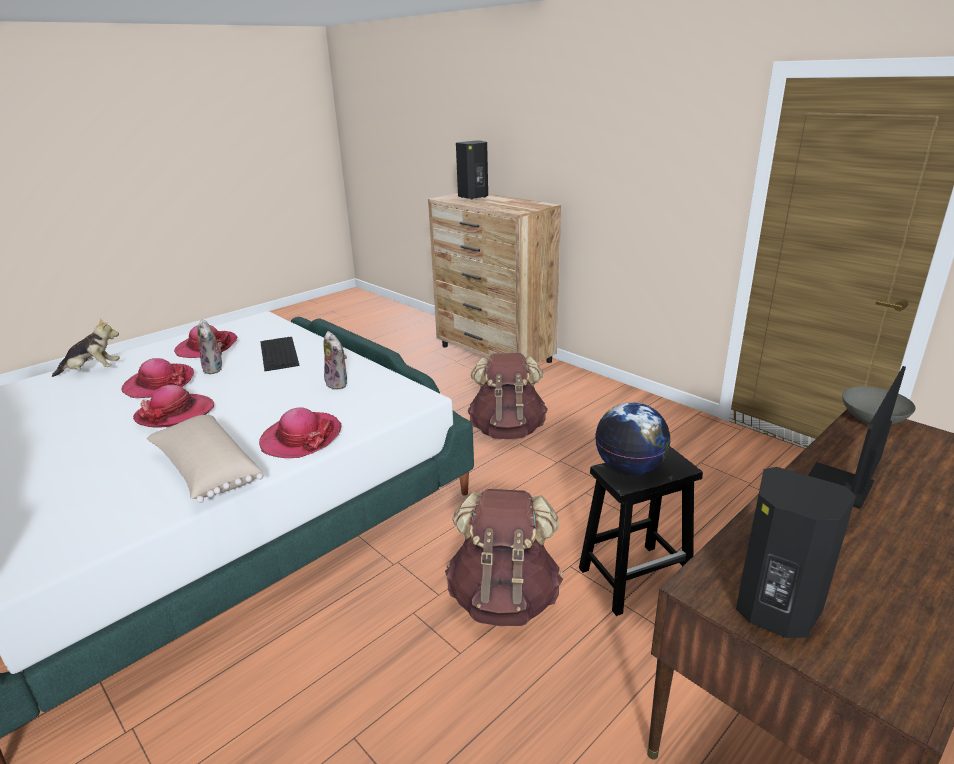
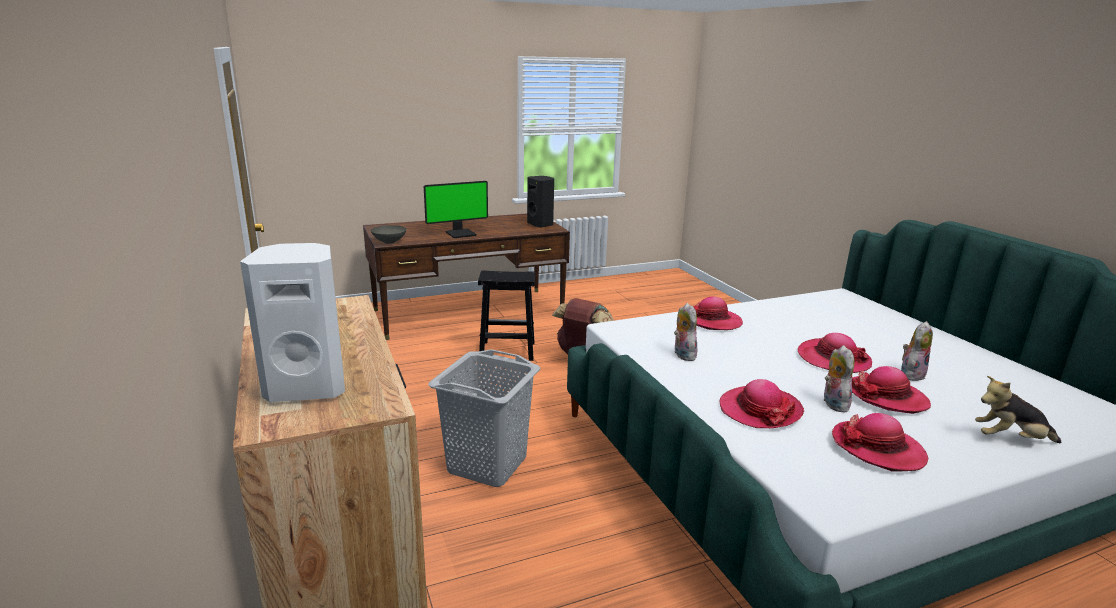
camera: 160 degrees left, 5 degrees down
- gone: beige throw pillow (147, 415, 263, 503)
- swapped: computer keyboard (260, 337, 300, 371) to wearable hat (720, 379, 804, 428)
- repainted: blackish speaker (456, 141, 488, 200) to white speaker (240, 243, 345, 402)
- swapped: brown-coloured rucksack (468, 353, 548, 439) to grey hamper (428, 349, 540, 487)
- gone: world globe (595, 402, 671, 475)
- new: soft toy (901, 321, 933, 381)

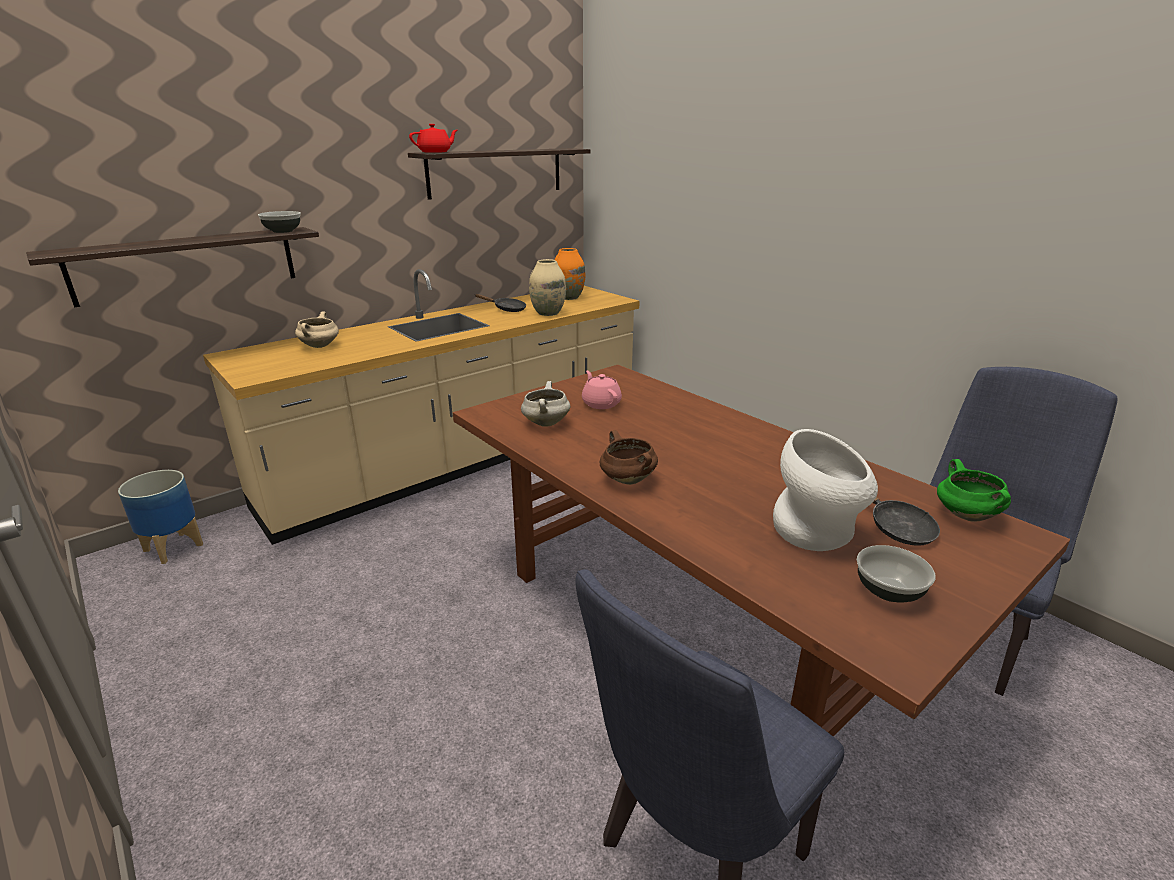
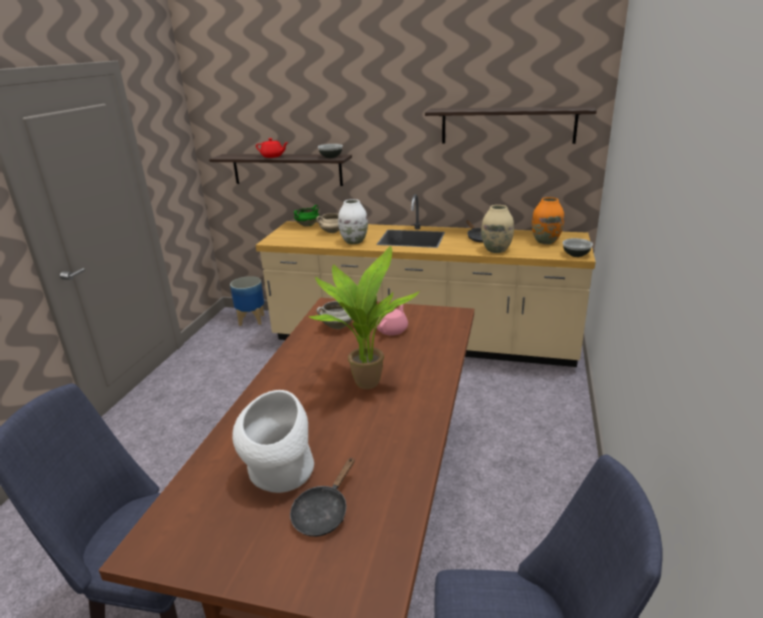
camera: 55 degrees right, 0 degrees up
- shifted: red-coloured teapot (409, 124, 458, 153) to (256, 138, 288, 158)
- gone: brown-coloured stockpot (600, 430, 658, 485)
- shifted: deep dish (857, 545, 936, 603) to (562, 238, 593, 257)
- shifted: green-coloured stockpot (937, 459, 1011, 521) to (294, 205, 319, 227)
- new: houseplant (308, 246, 420, 389)
- new: white flower vase (338, 199, 368, 244)

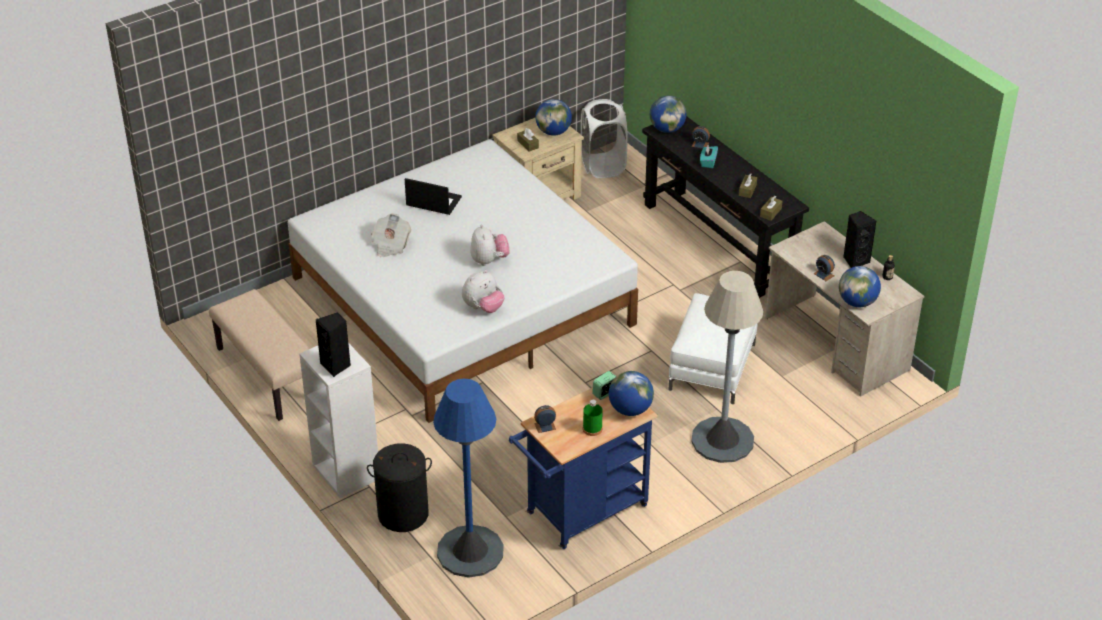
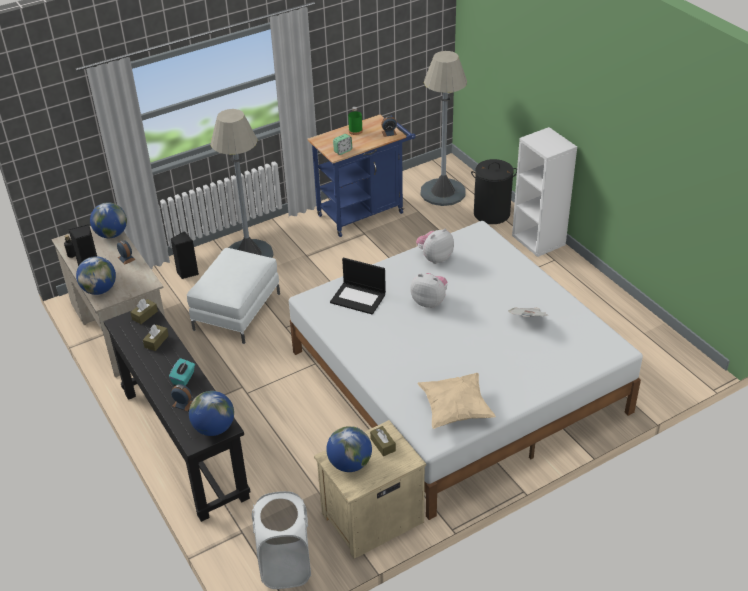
camera: 175 degrees left, 0 degrees up
- gone: beige bench (209, 289, 310, 421)
- shifted: blackish speaker (316, 312, 351, 377) to (171, 231, 199, 279)
- shifted: notebook computer (405, 178, 462, 215) to (330, 258, 386, 315)
- repainted: blue-coloured standing lamp (433, 379, 504, 578) to grey standing lamp (421, 51, 467, 206)
- rotated: soft toy (470, 225, 509, 266) = (410, 273, 447, 308) 120 degrees clockwise
- shifted: world globe (609, 371, 654, 416) to (76, 256, 116, 295)
- new: beige throw pillow (417, 373, 496, 429)

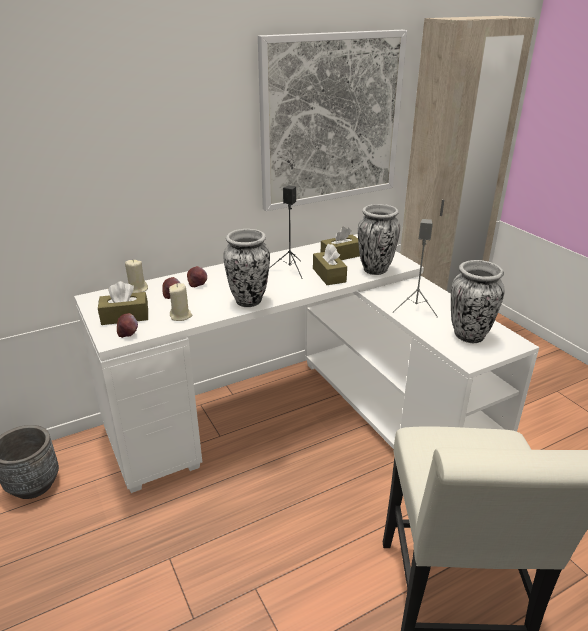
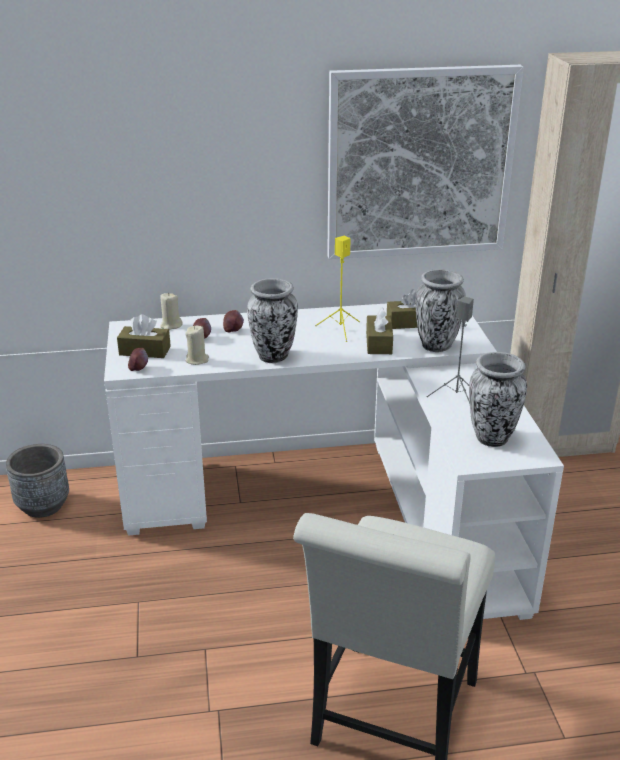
camera: 20 degrees right, 0 degrees up
- repainted: blackish speaker (269, 185, 303, 279) to yellow-coloured speaker (315, 236, 360, 342)

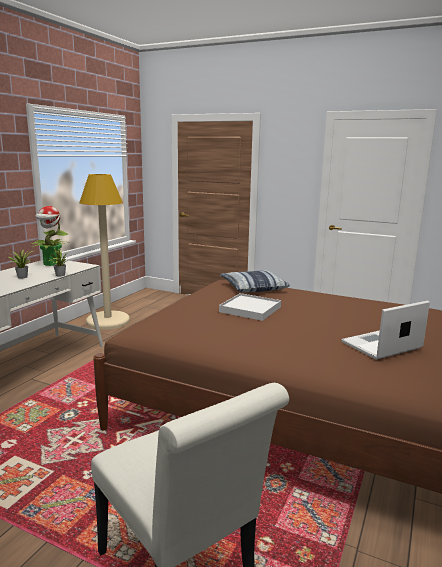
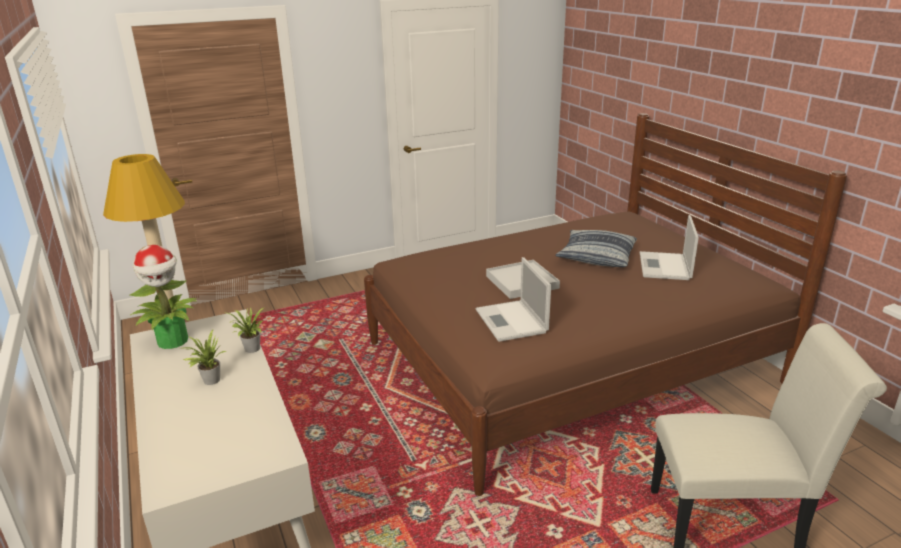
camera: 50 degrees left, 10 degrees up
- shifted: throw pillow (220, 270, 290, 292) to (555, 230, 637, 267)
- new: notebook computer (475, 257, 551, 342)

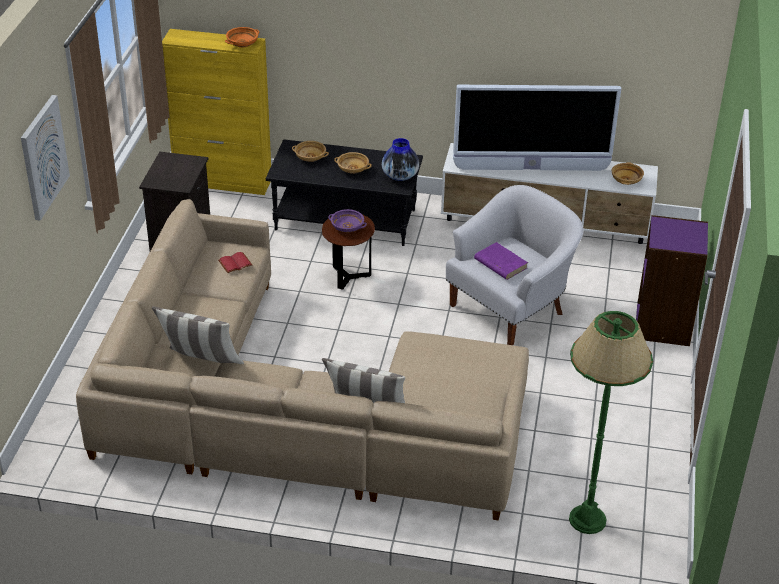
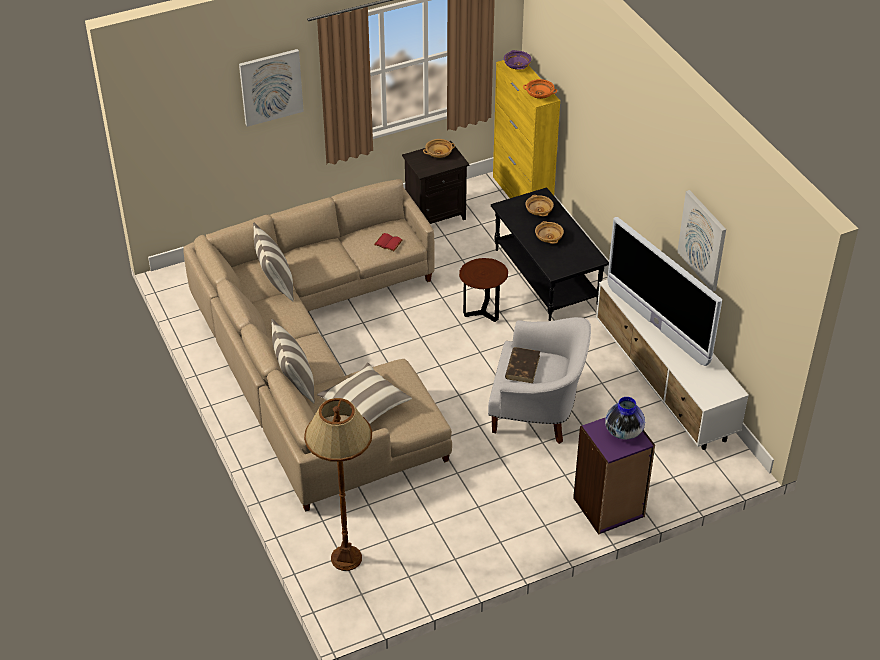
camera: 55 degrees right, 5 degrees up
- shifted: purple-coloured deep dish (328, 209, 367, 232) to (504, 50, 531, 70)
- shifted: flower vase (382, 138, 419, 181) to (605, 397, 645, 440)
- repainted: purple-coloured volume (474, 242, 528, 280) to brown-coloured volume (505, 347, 540, 383)
- repainted: green-coloured standing lamp (569, 311, 653, 534) to brown-coloured standing lamp (304, 398, 372, 571)
- shifted: beige deep dish (612, 162, 644, 185) to (423, 139, 455, 158)
- new: throw pillow (317, 363, 412, 424)
- new: picture (677, 190, 726, 291)

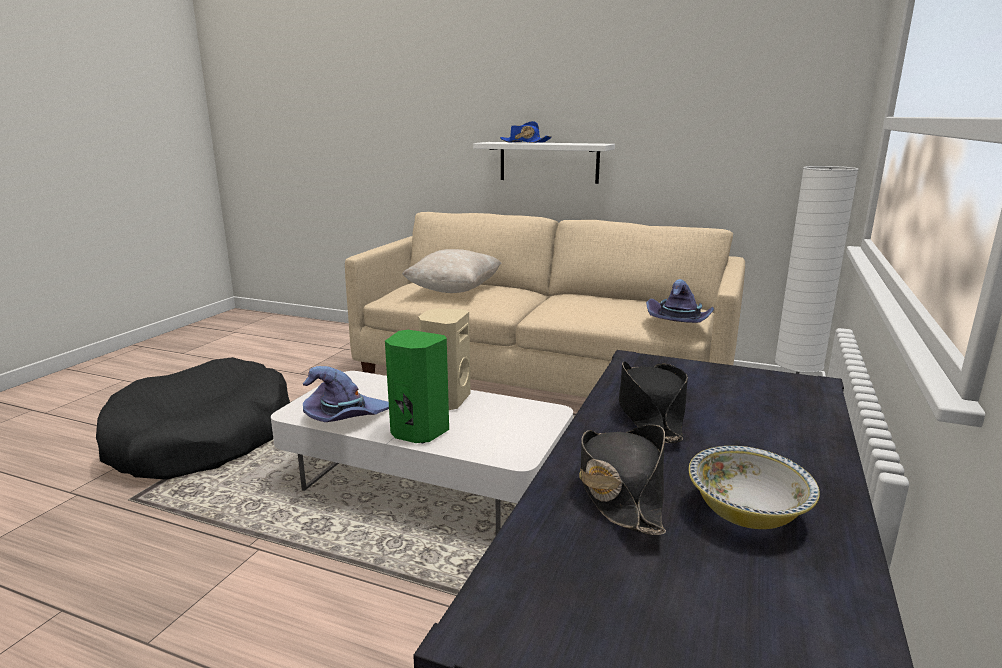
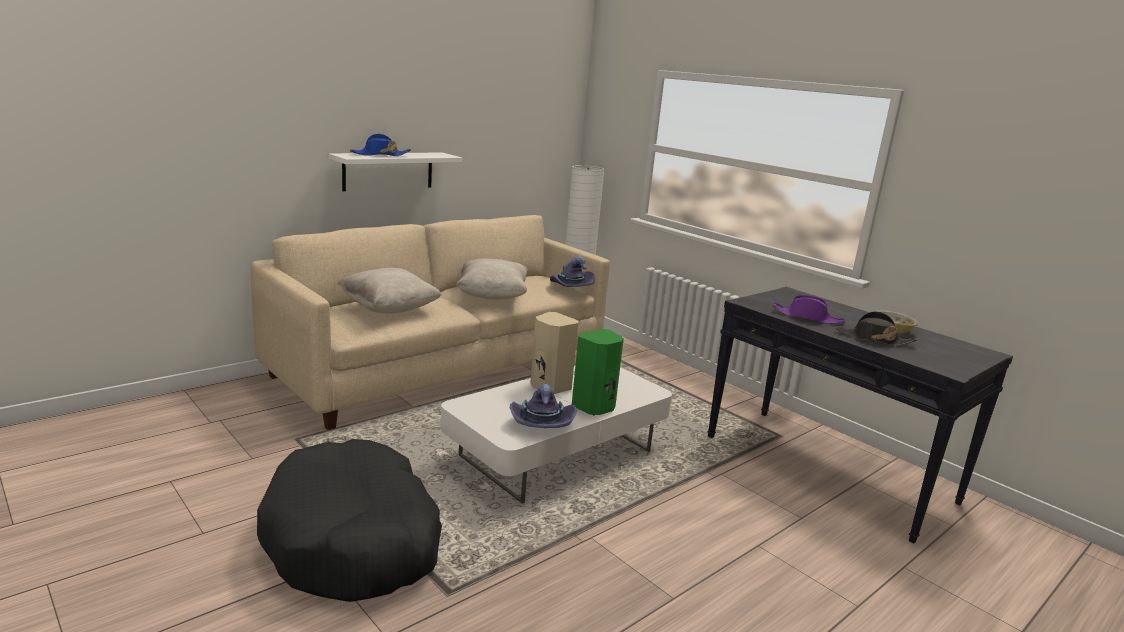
camera: 65 degrees left, 0 degrees up
- repainted: blackish wearable hat (619, 361, 688, 443) to purple-coloured wearable hat (773, 295, 846, 324)
- new: beige throw pillow (456, 259, 528, 300)

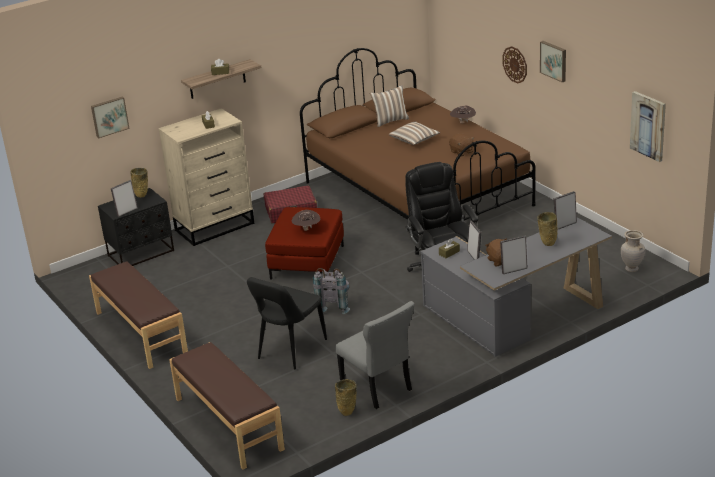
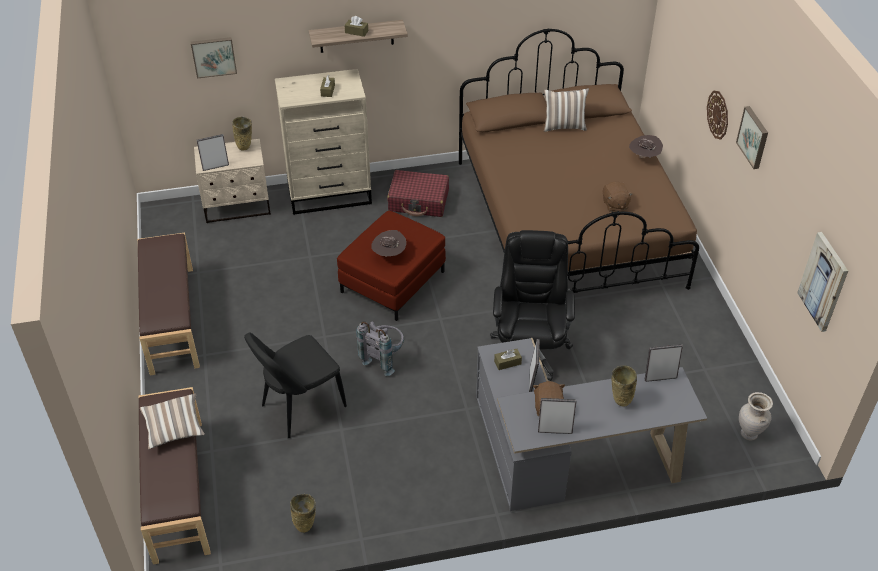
camera: 20 degrees right, 15 degrees up
- repainted: blackish nightstand (98, 188, 174, 266) to beige nightstand (194, 139, 271, 223)
- gone: grey plain chair (336, 301, 414, 409)
- shifted: throw pillow (389, 122, 440, 145) to (140, 394, 205, 449)

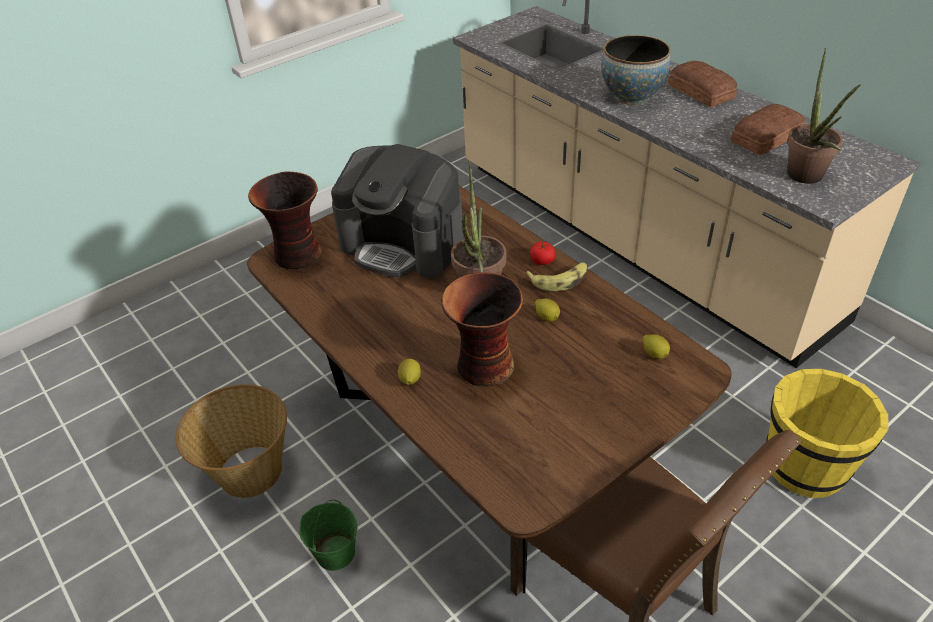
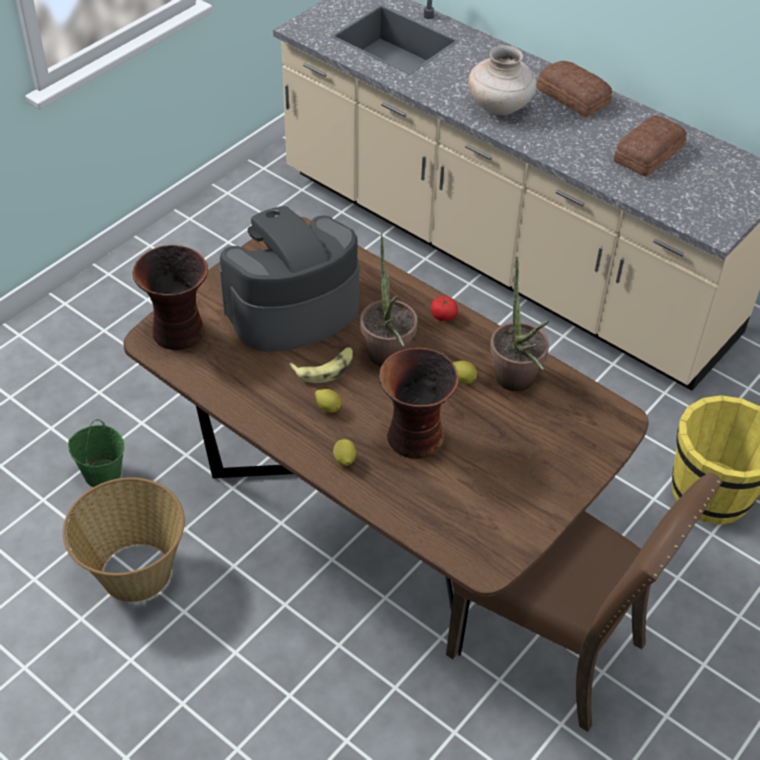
camera: 15 degrees left, 5 degrees up
- shifted: green-coloured water bucket (299, 500, 357, 571) to (68, 419, 124, 487)
- rotated: coffee brewer (331, 144, 464, 278) = (219, 206, 359, 352) 135 degrees clockwise
- shifted: banana fruit (525, 262, 587, 291) to (289, 347, 353, 383)
- swapped: deep dish (601, 35, 670, 105) to beige flower vase (469, 45, 536, 115)
- shifted: lemon (643, 334, 670, 359) to (315, 389, 341, 413)
- shifted: houseplant (787, 48, 860, 184) to (490, 257, 549, 392)

